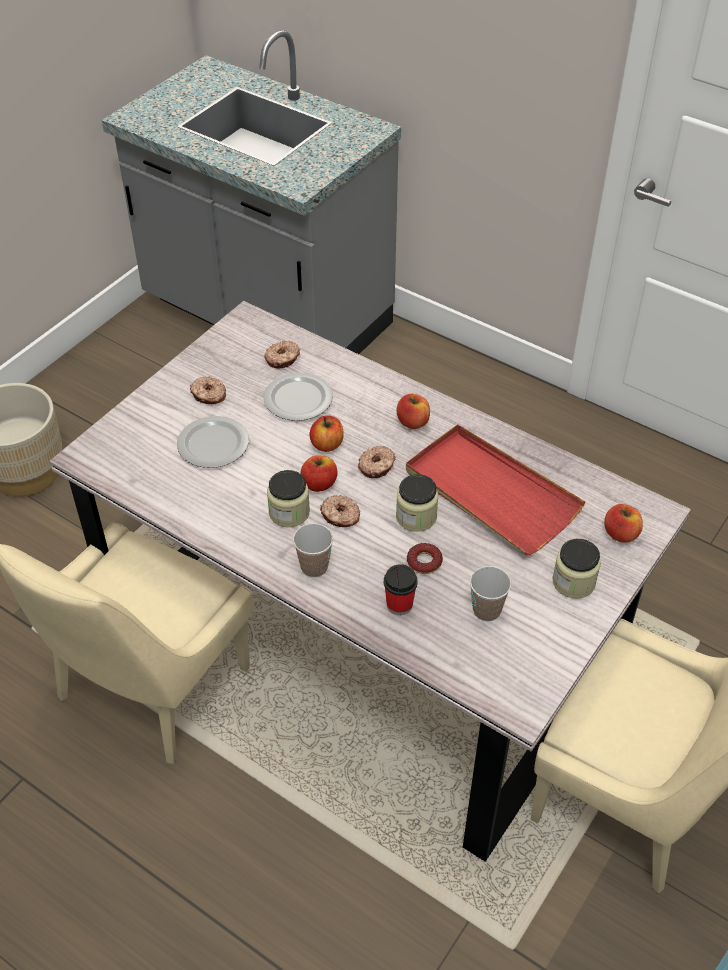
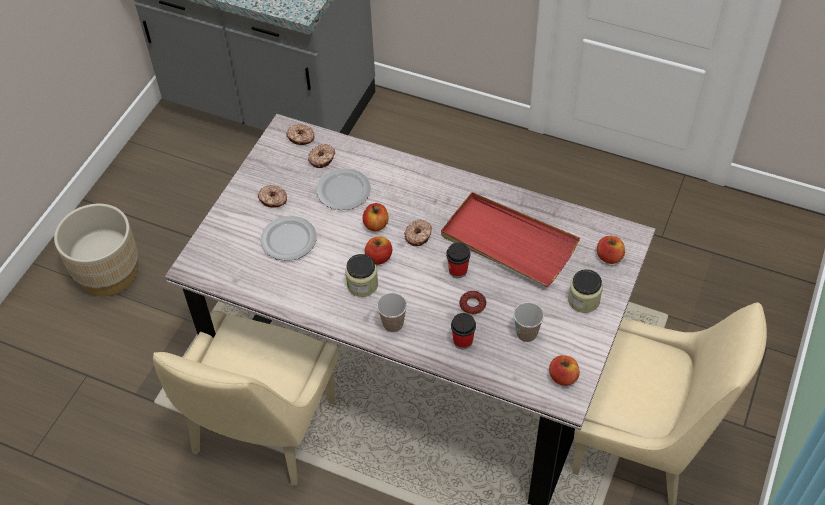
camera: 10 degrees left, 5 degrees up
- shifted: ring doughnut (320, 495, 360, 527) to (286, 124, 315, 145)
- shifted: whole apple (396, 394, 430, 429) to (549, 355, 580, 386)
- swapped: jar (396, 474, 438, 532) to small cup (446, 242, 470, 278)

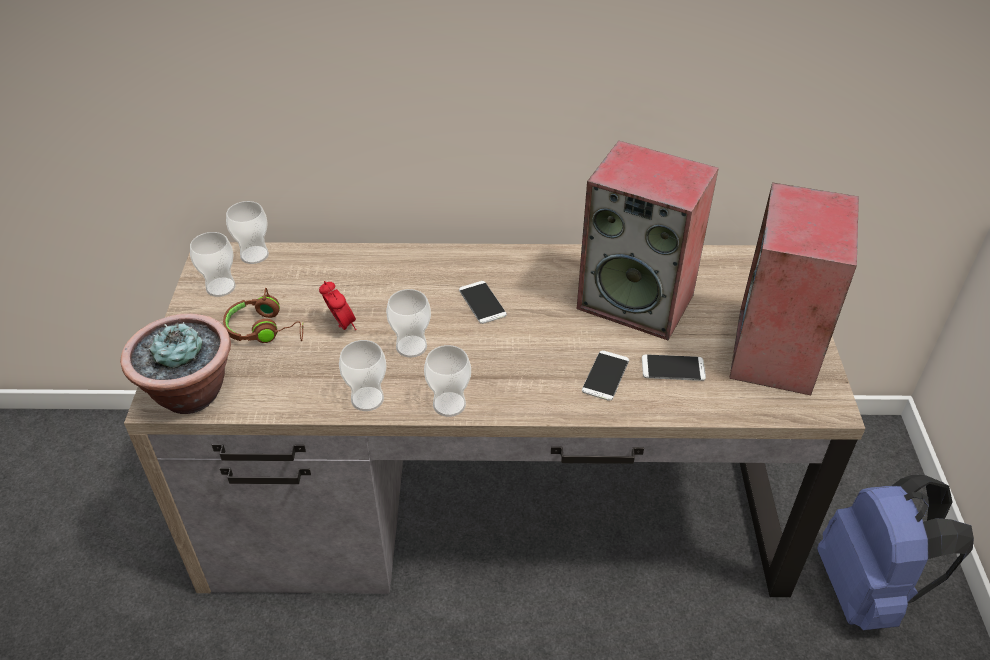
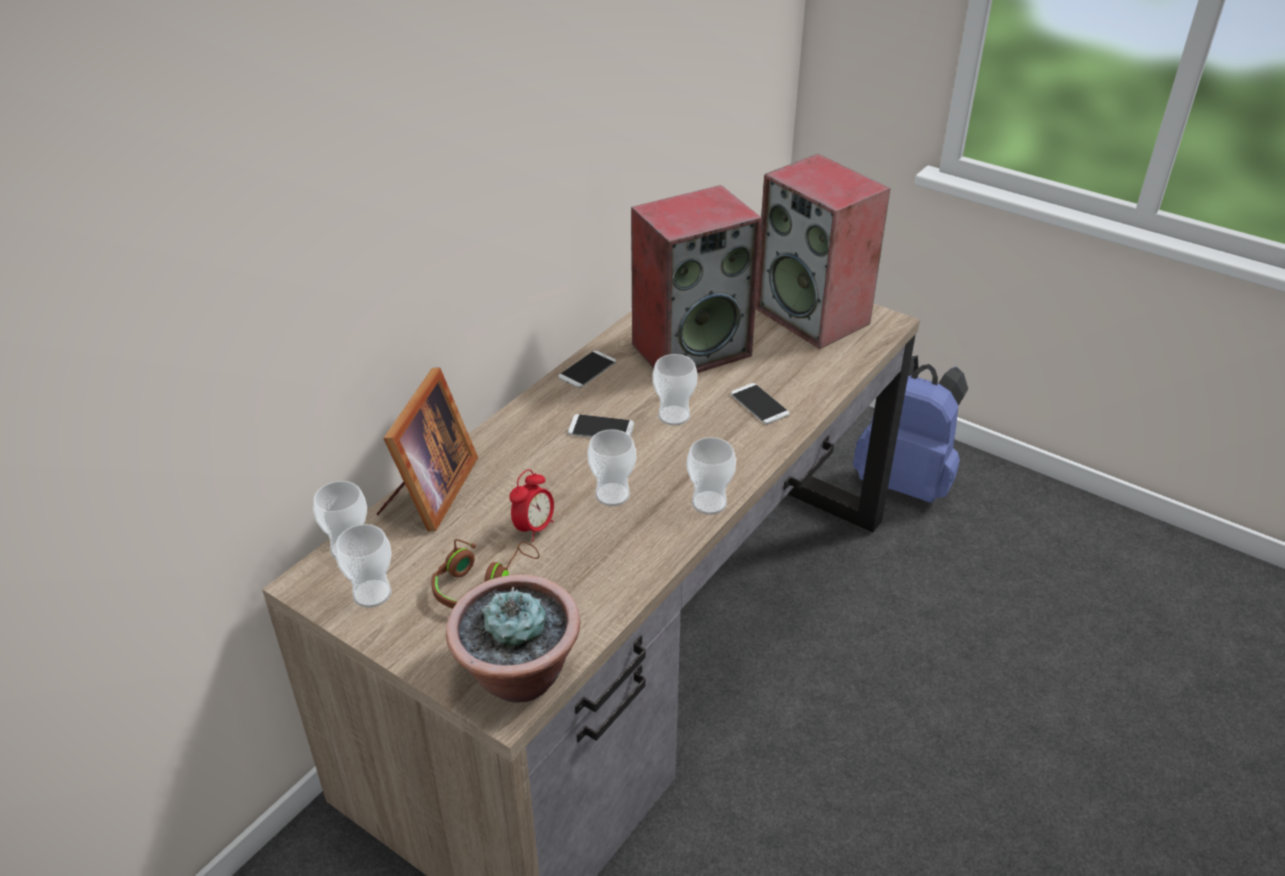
camera: 55 degrees left, 5 degrees down
- rotated: table clock (319, 281, 357, 330) = (509, 469, 554, 542) 120 degrees clockwise
- shifted: small cup (339, 340, 387, 411) to (652, 354, 698, 426)
- shifted: phone (642, 354, 706, 381) to (558, 350, 616, 388)
- new: photo frame (377, 367, 478, 531)

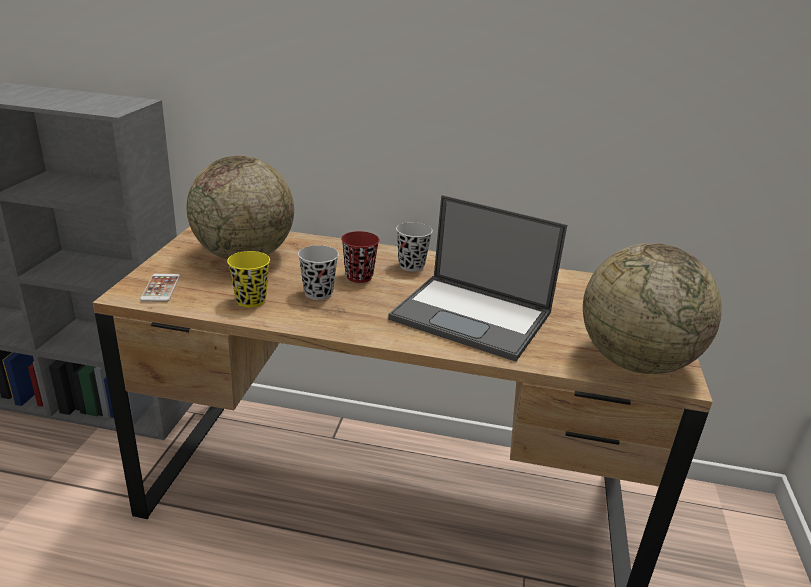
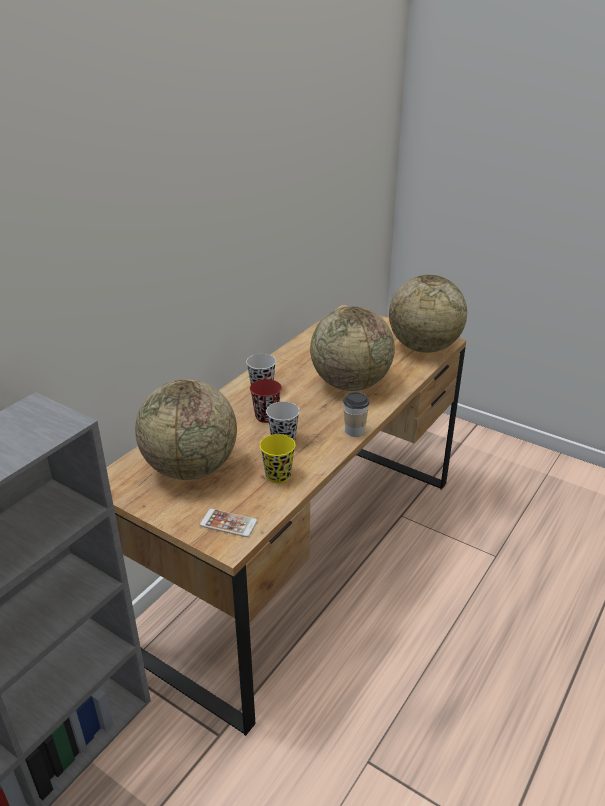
camera: 65 degrees left, 5 degrees up
- swapped: notebook computer (388, 195, 567, 362) to world globe (310, 306, 395, 391)
- new: small cup (343, 392, 369, 437)

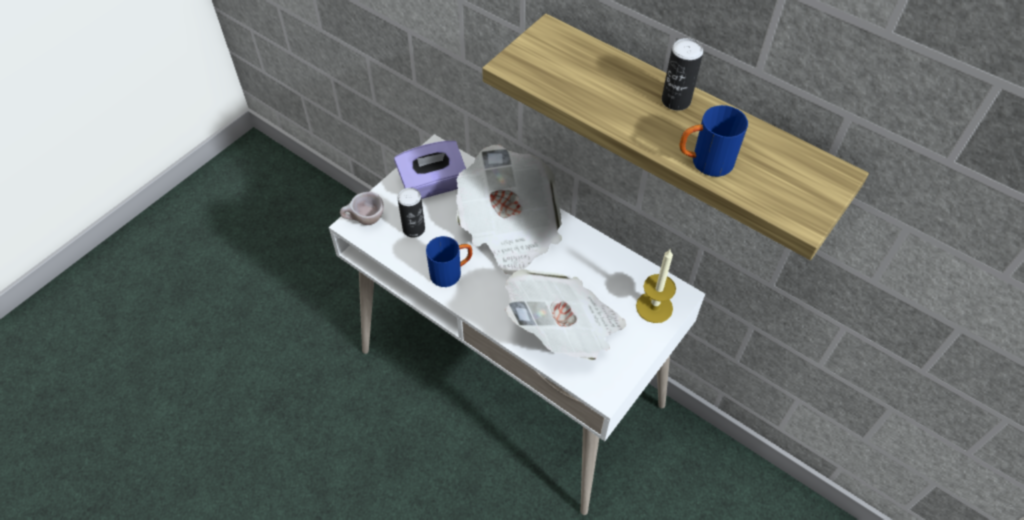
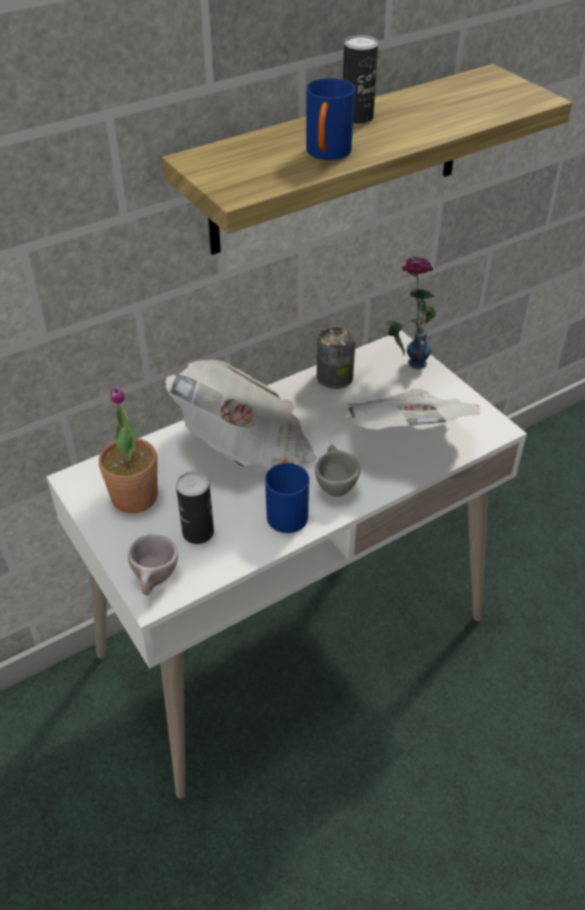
camera: 70 degrees left, 10 degrees down
- swapped: purple-coloured tissue holder (394, 141, 466, 199) to houseplant (99, 386, 158, 513)
- swapped: wax light (636, 249, 676, 323) to flower vase (385, 257, 436, 370)
- shifted: blue-coloured mug (679, 105, 748, 177) to (306, 78, 355, 160)
- new: grey small cup (315, 445, 360, 497)
- new: can (317, 326, 356, 389)

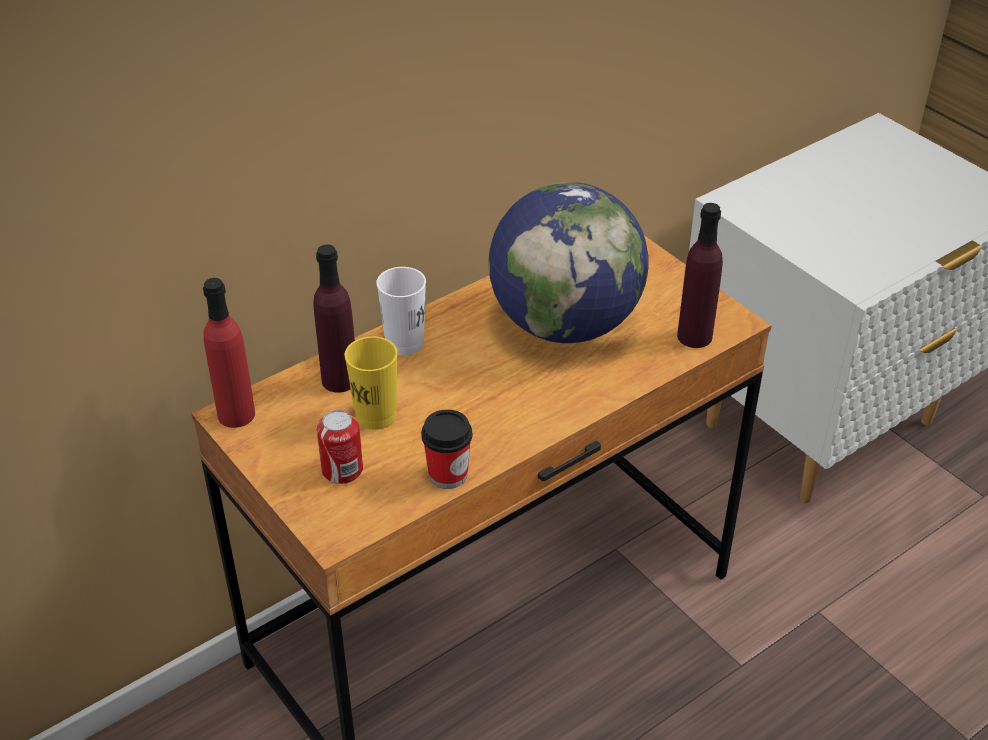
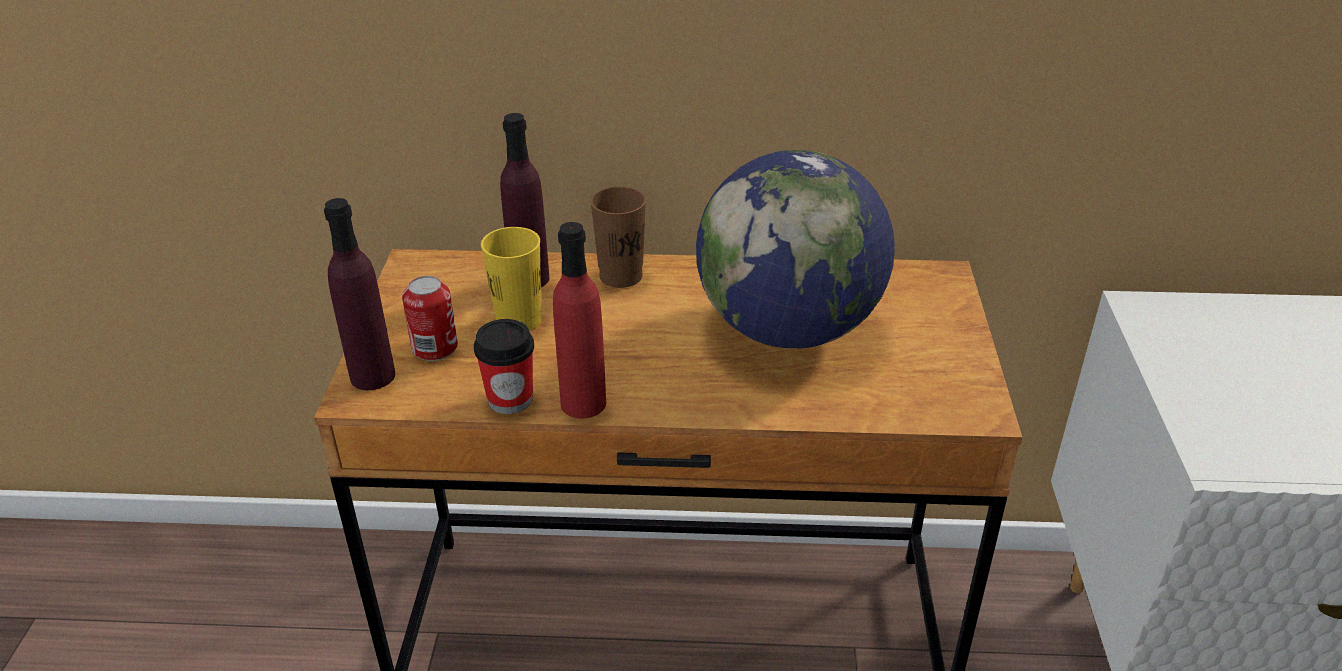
camera: 40 degrees right, 5 degrees down
- shifted: red-coloured drink bottle (203, 278, 255, 428) to (553, 222, 606, 418)
- repainted: white small cup (376, 267, 426, 355) to brown-coloured small cup (590, 186, 646, 288)
- shifted: purple-coloured drink bottle (677, 203, 723, 348) to (324, 198, 395, 390)

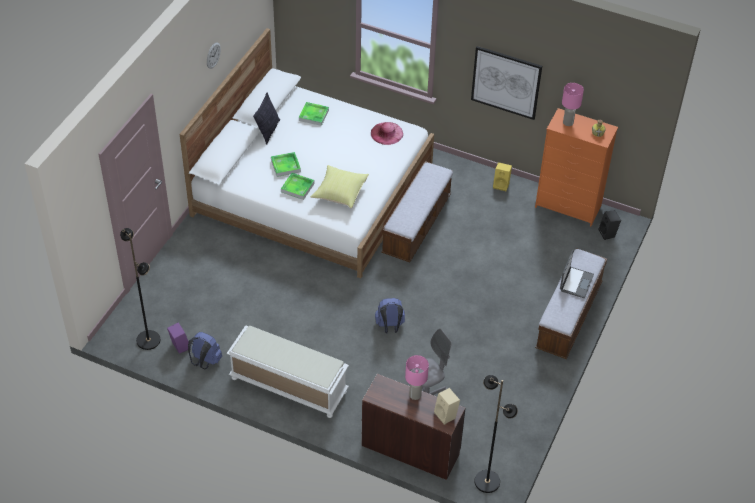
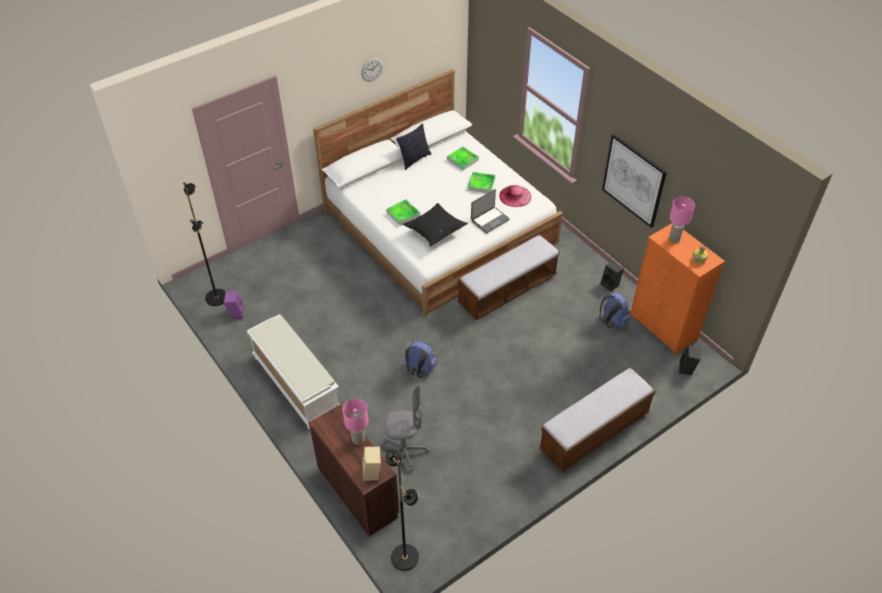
camera: 30 degrees right, 0 degrees up
- shifted: blue-coloured rucksack (188, 332, 222, 369) to (599, 292, 630, 328)
- shifted: tray (271, 152, 301, 177) to (468, 172, 496, 193)
- repainted: yellow-coloured throw pillow (311, 165, 369, 208) to blackish throw pillow (403, 203, 468, 247)
- repainted: yellow-coloured speaker (493, 162, 512, 191) to blackish speaker (601, 261, 624, 292)
- shifted: notebook computer (560, 250, 594, 298) to (471, 189, 510, 234)

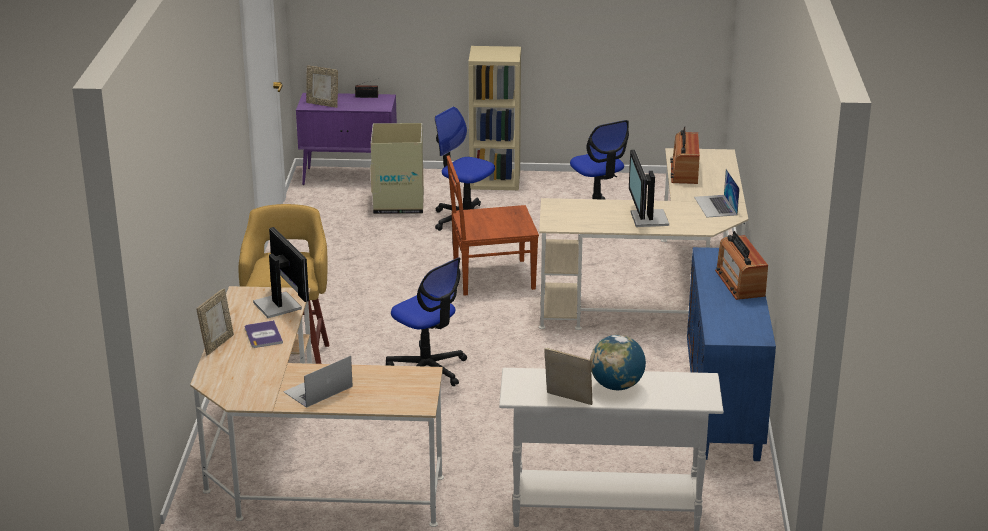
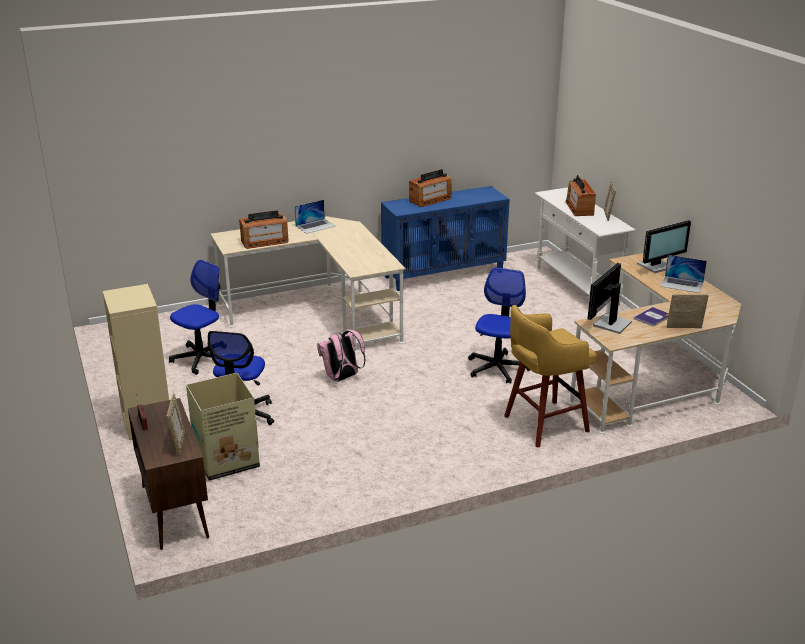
camera: 115 degrees left, 0 degrees up
- repainted: purple-coloured storage cabinet (296, 93, 397, 185) to brown-coloured storage cabinet (128, 398, 209, 550)
- swapped: brown-coloured plain chair (447, 155, 539, 296) to pink rucksack (317, 330, 366, 382)
- swapped: world globe (590, 335, 646, 390) to radio set (565, 175, 596, 216)
- shifted: computer screen (629, 150, 669, 227) to (637, 220, 691, 273)

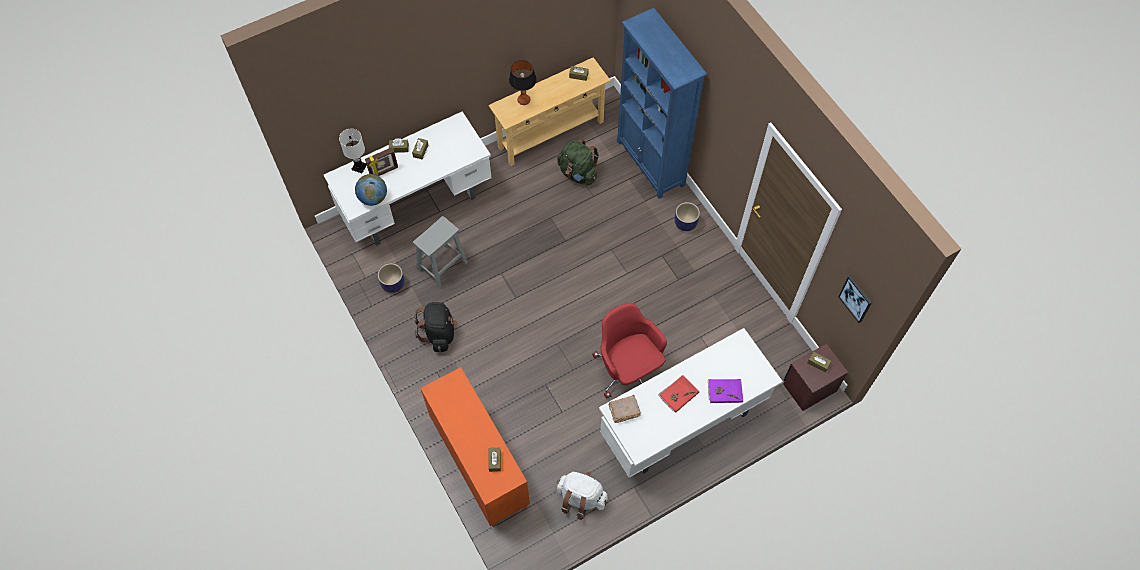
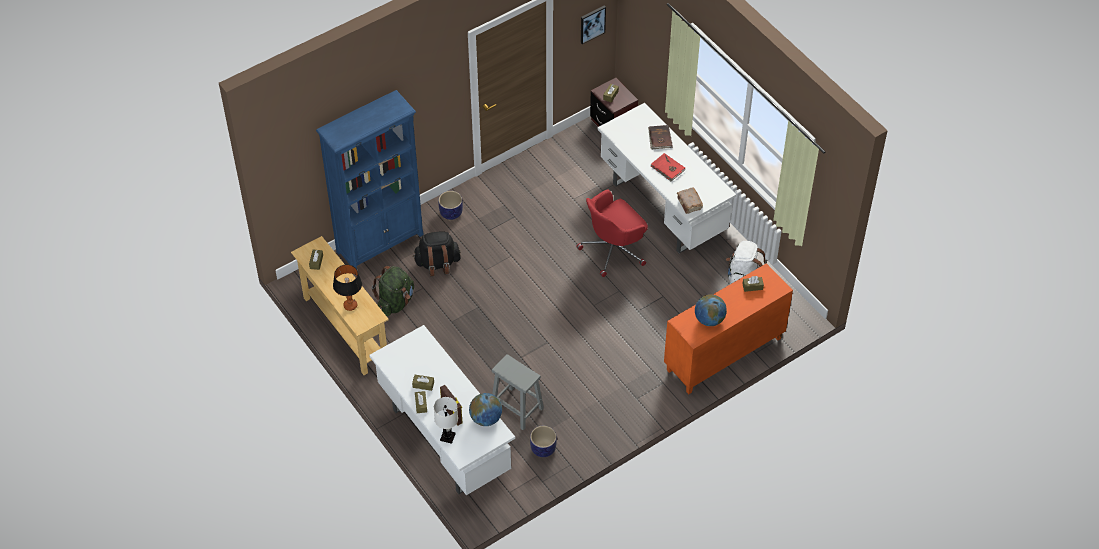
camera: 95 degrees left, 10 degrees down
- shifted: blackish rucksack (414, 302, 458, 352) to (413, 232, 461, 276)
- repainted: purple-coloured volume (708, 379, 743, 403) to brown-coloured volume (648, 125, 673, 149)
- new: world globe (695, 294, 727, 326)

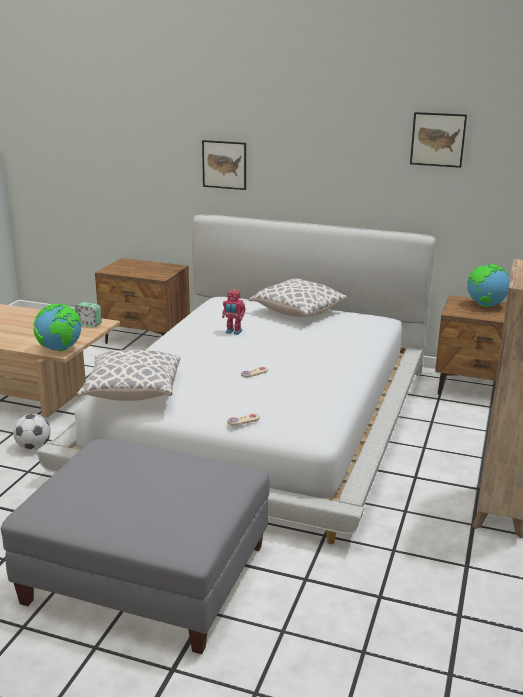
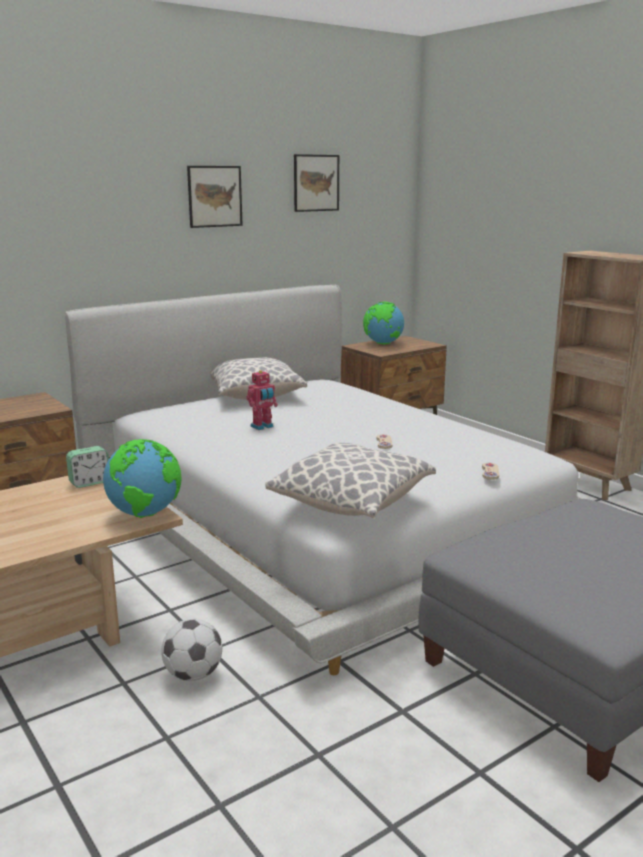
camera: 55 degrees left, 5 degrees down
- shifted: picture (202, 140, 246, 190) to (187, 166, 243, 228)

